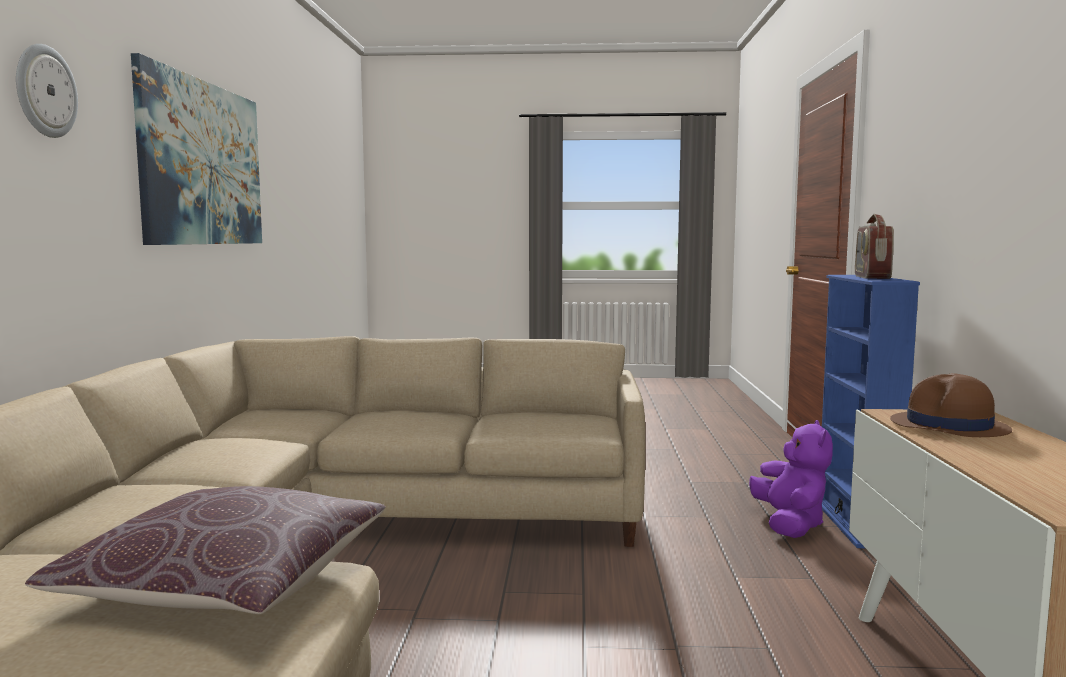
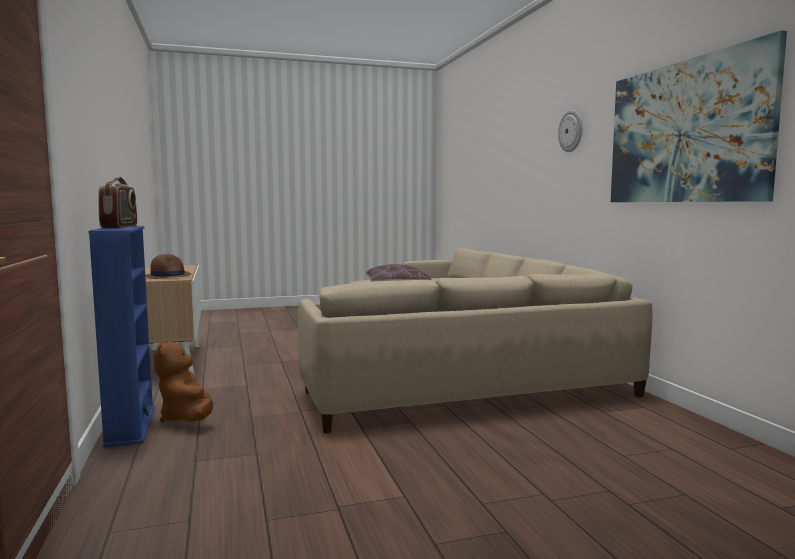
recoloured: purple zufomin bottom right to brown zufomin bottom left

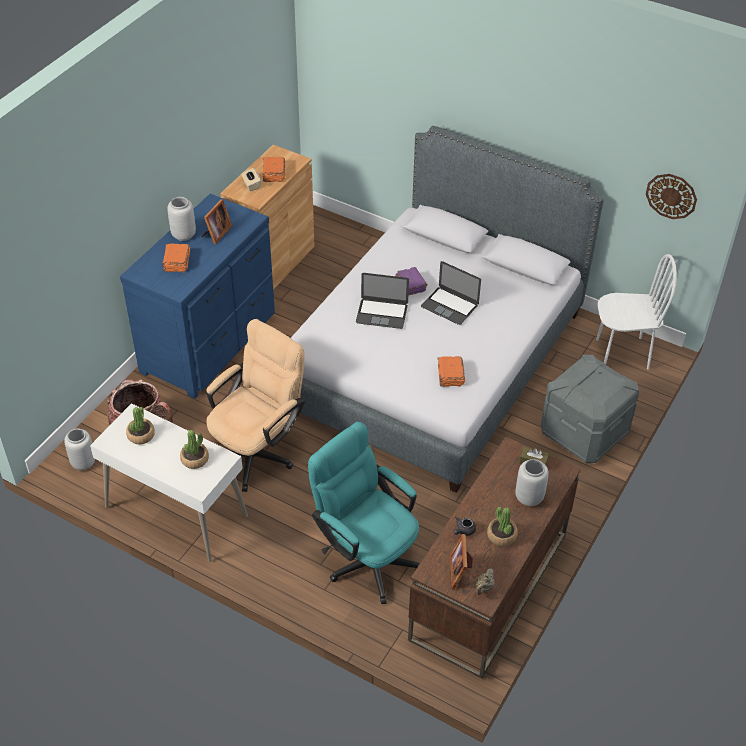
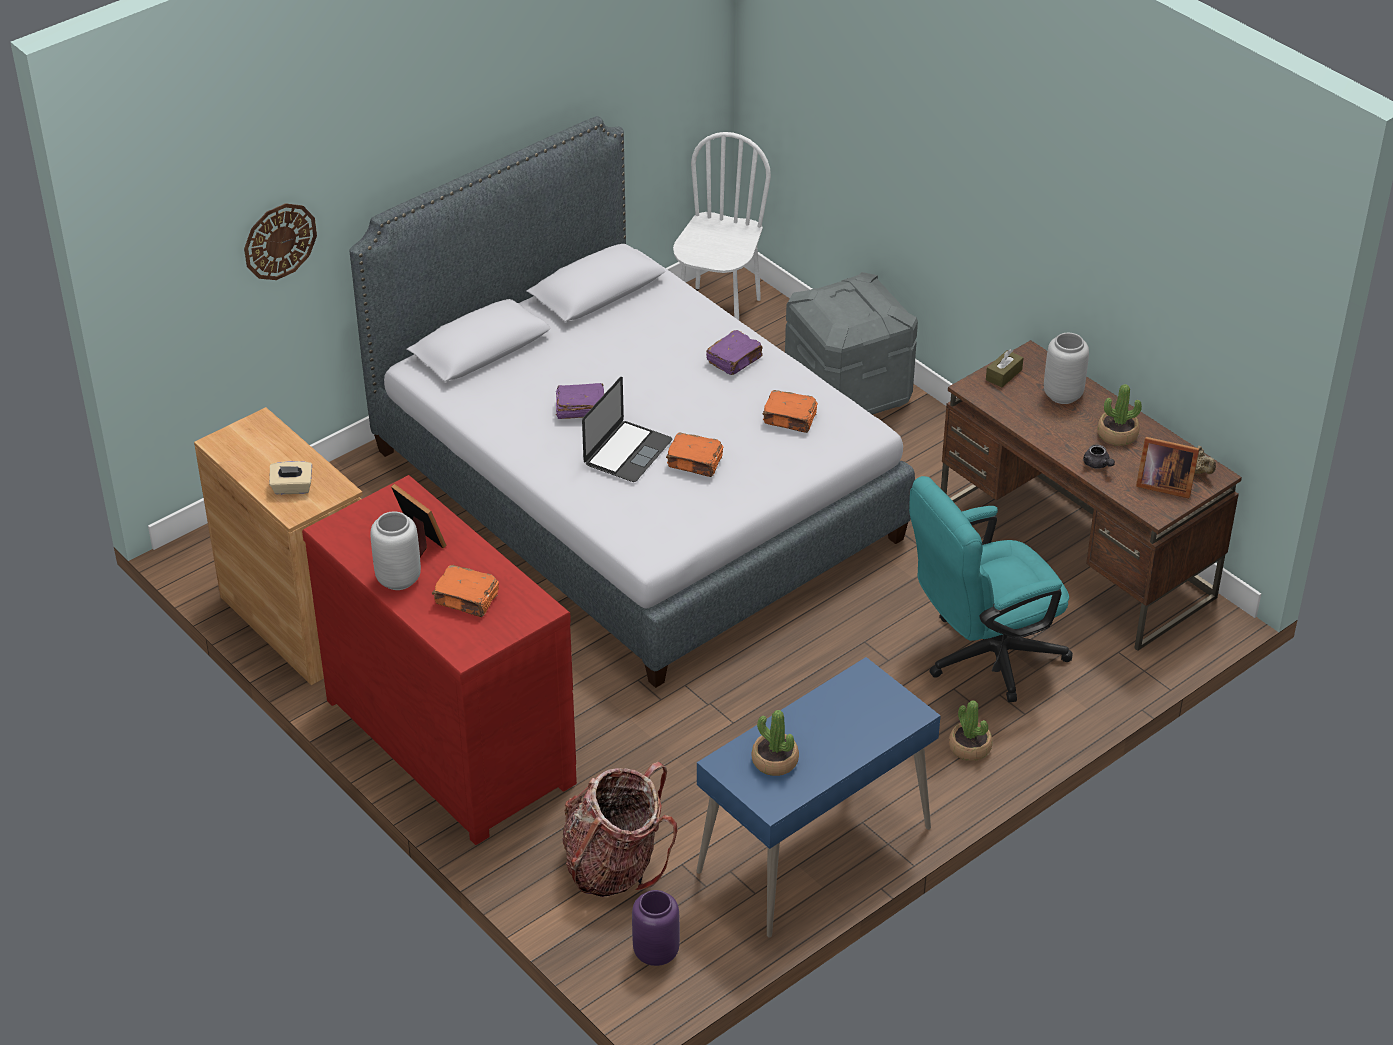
removed: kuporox (2nd from left) centre; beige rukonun centre
added: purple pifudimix (2nd from left) centre
moved: orange pifudimix (2nd from left) top centre to centre; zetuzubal top right to top left; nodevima (2nd from left) middle left to bottom right
recoloured: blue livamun middle left to red livamun middle left; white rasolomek middle left to blue rasolomek bottom centre; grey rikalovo (1st from left) middle left to purple rikalovo bottom centre

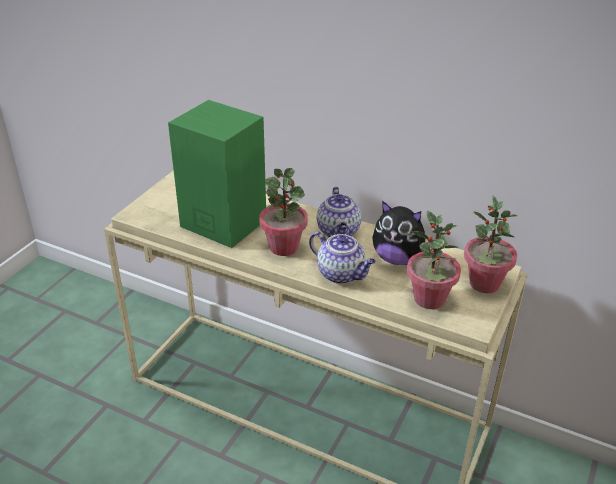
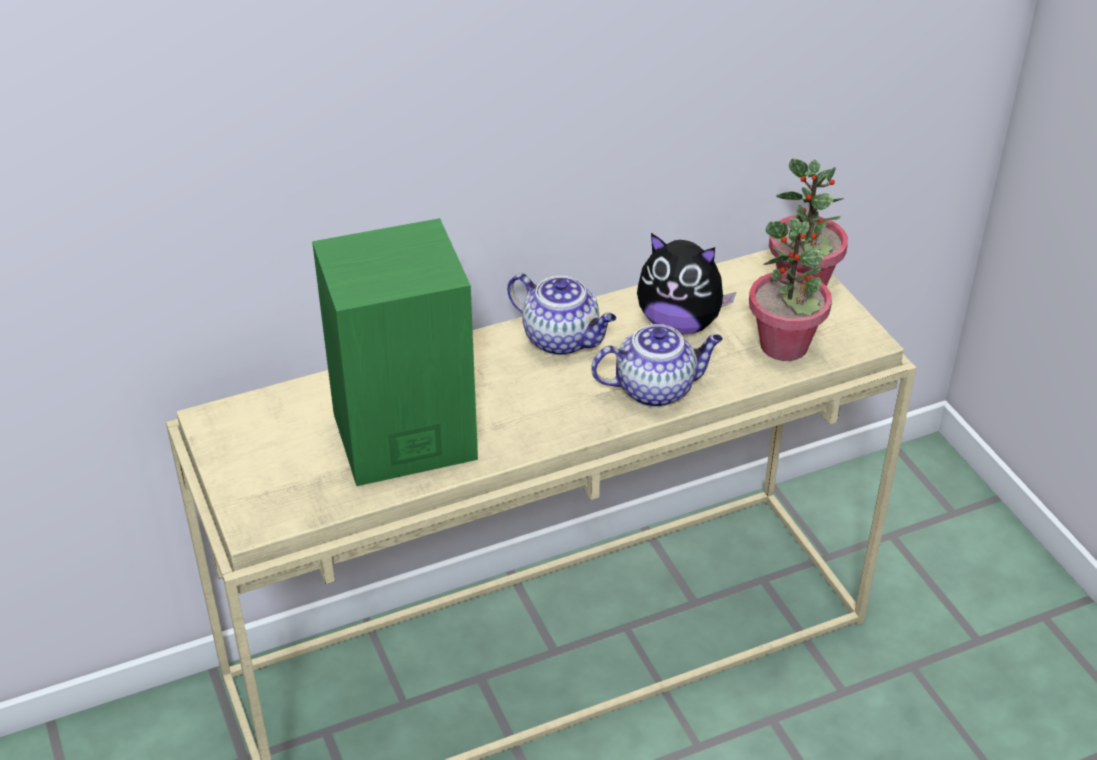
removed: nodevima (1st from left) centre
turned: zufomin centre = centre 45 degrees clockwise

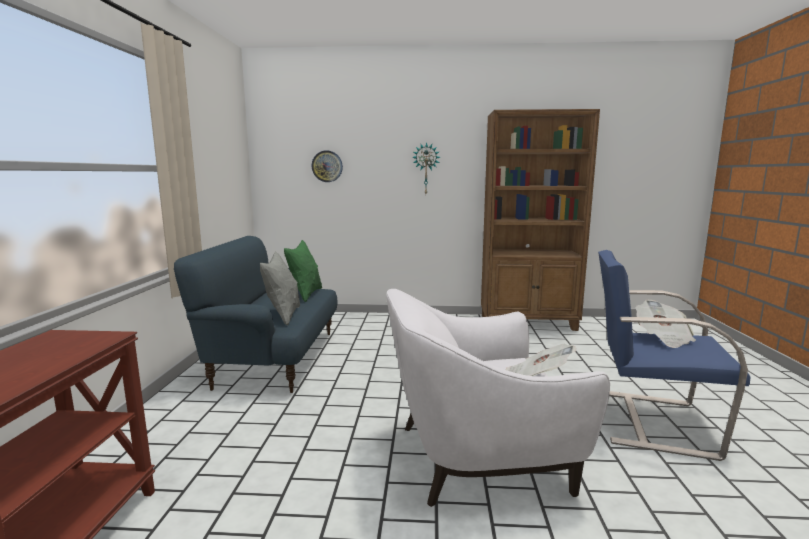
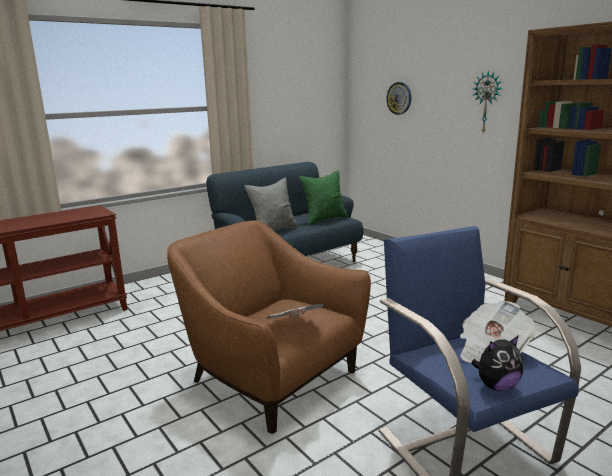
added: zufomin bottom right
recoloured: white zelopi bottom centre to brown zelopi bottom centre

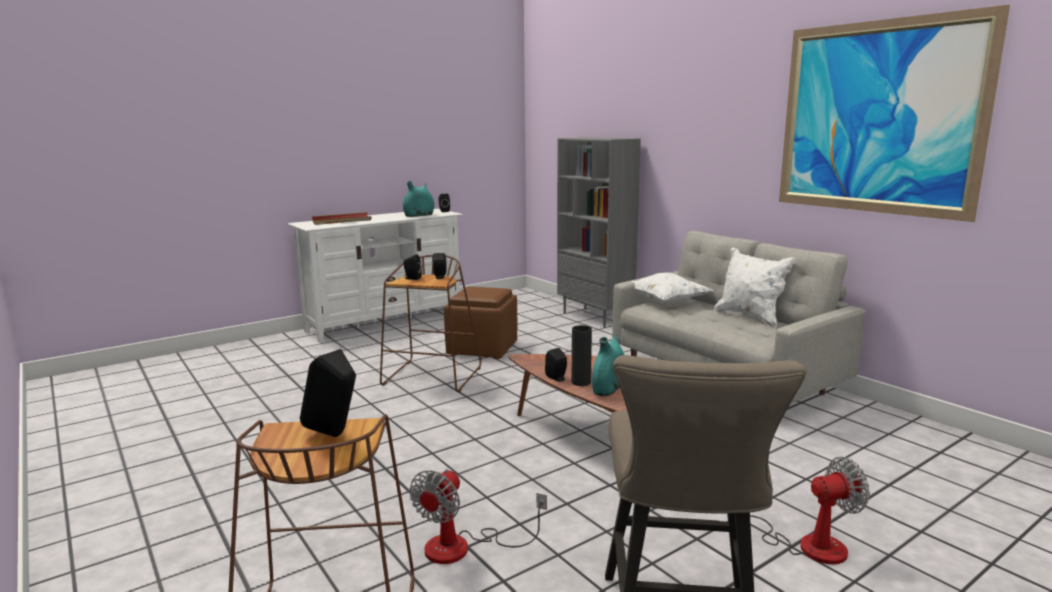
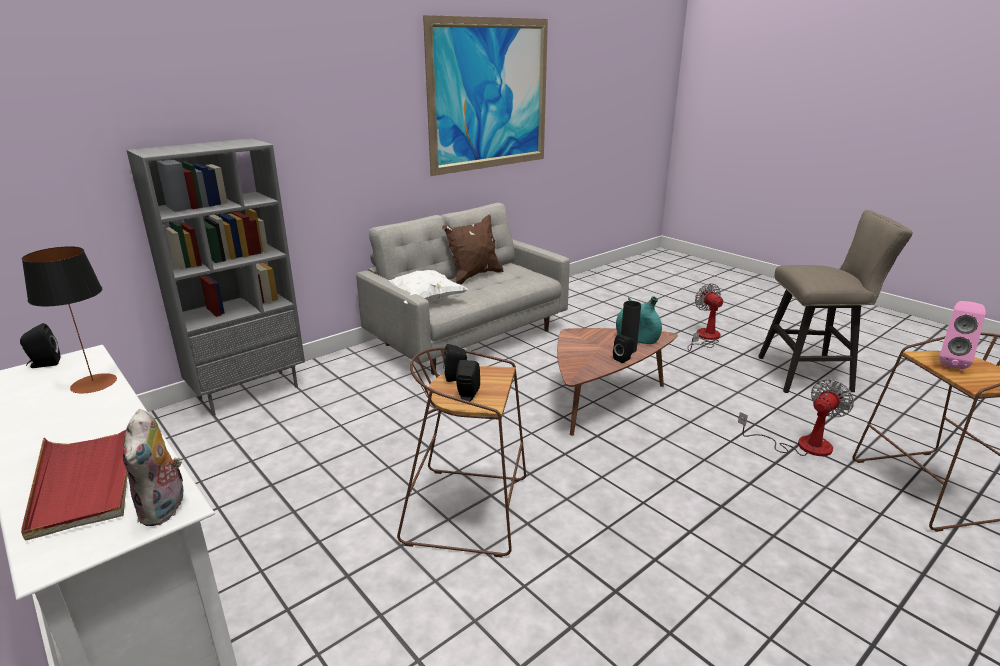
removed: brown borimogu centre
added: zufomin bottom left
replaced: turquoise rikalovo (1st from left) centre to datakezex middle left
recoloured: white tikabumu (2nd from left) middle right to brown tikabumu centre; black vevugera (1st from left) middle left to pink vevugera middle right
turned: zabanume (1st from left in the first image) bottom centre = middle right 60 degrees counterclockwise

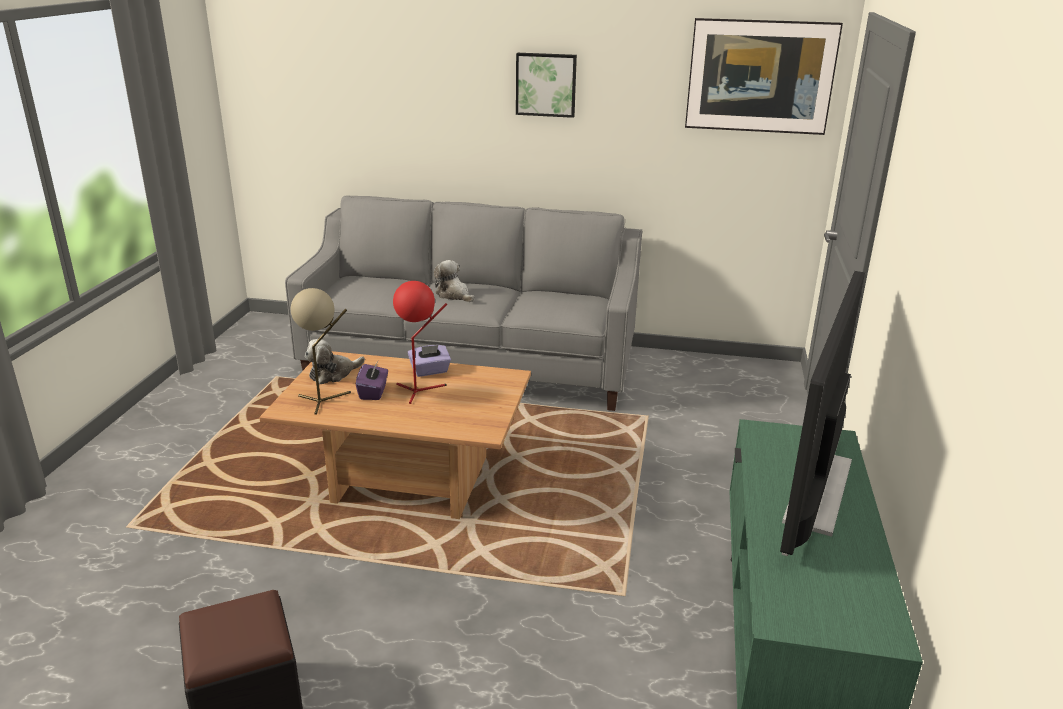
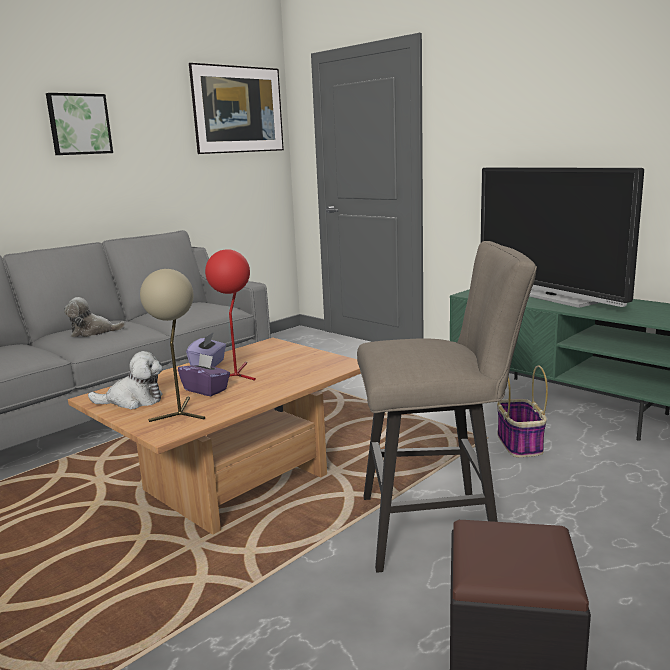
added: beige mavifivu middle right; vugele middle right
turned: zufomin (1st from left in the first image) middle left = middle left 90 degrees counterclockwise

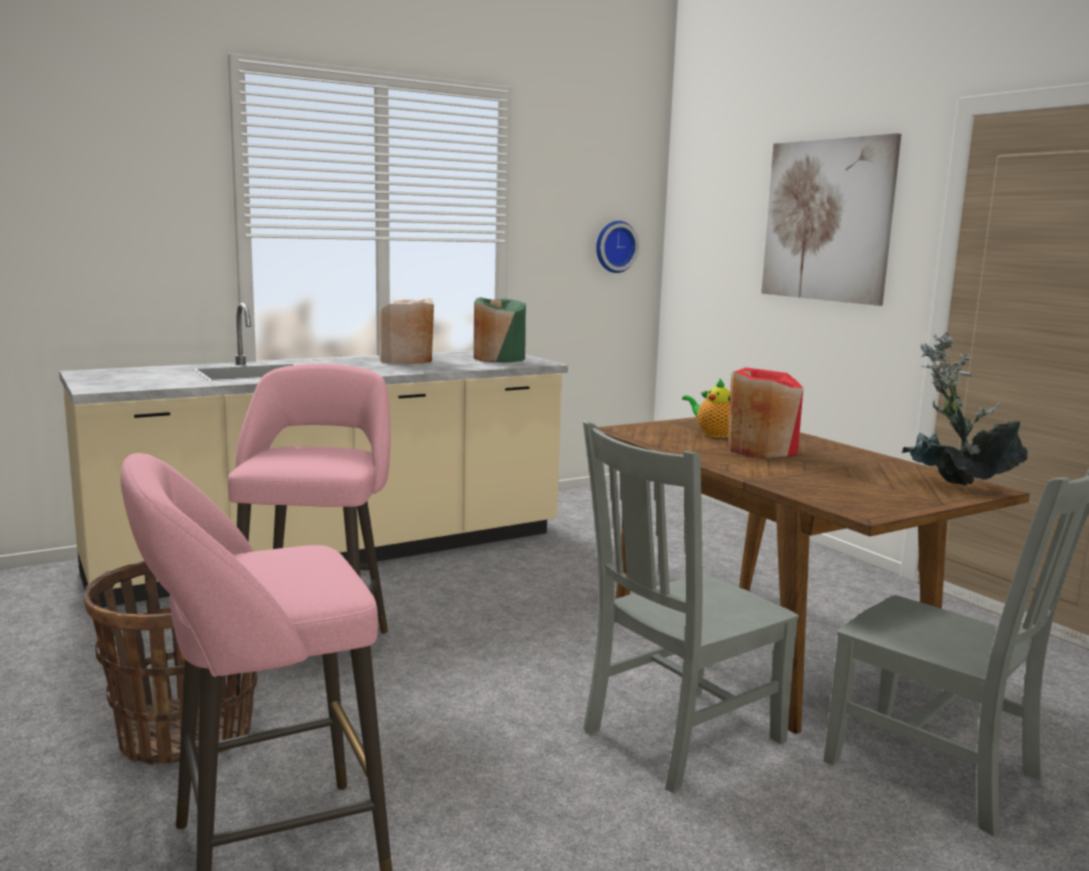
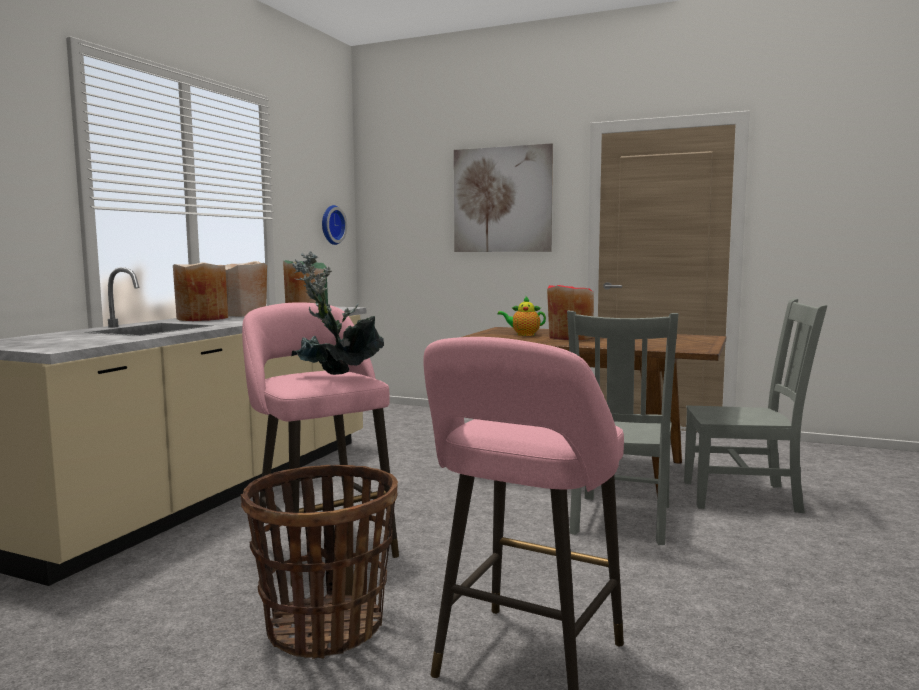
added: beige rikalovo (1st from left) middle left
moved: nodevima middle right to centre

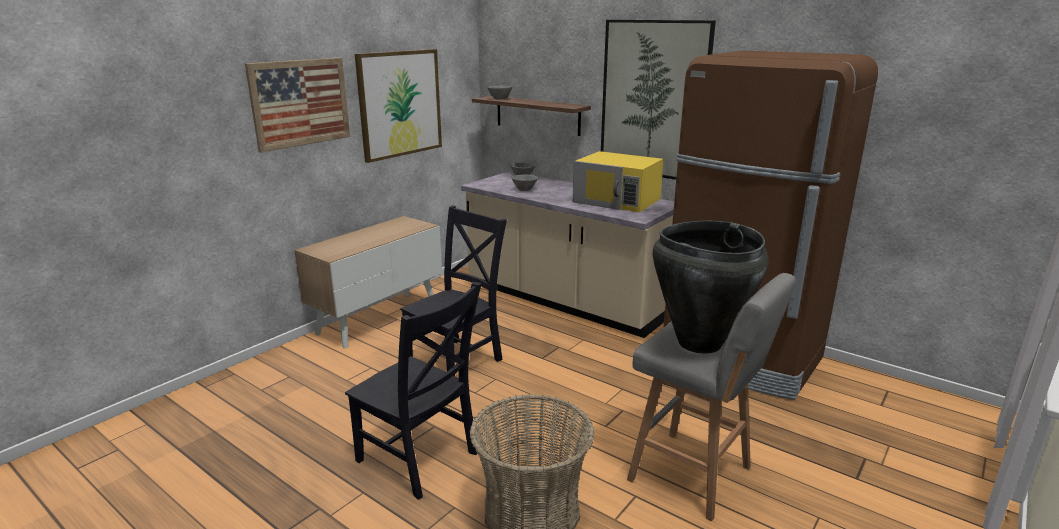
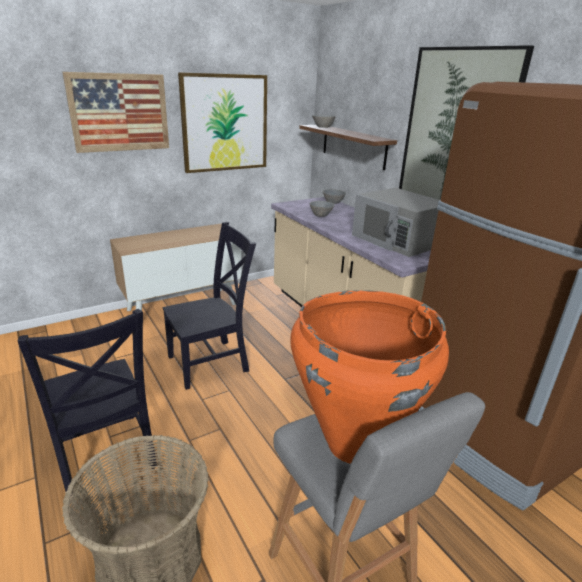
recoloured: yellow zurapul centre to grey zurapul middle right; black rikalovo middle right to orange rikalovo centre

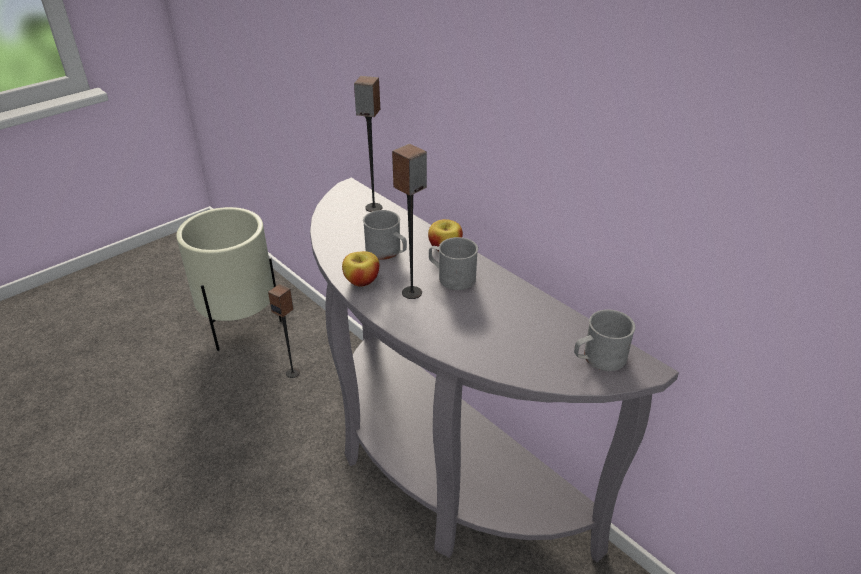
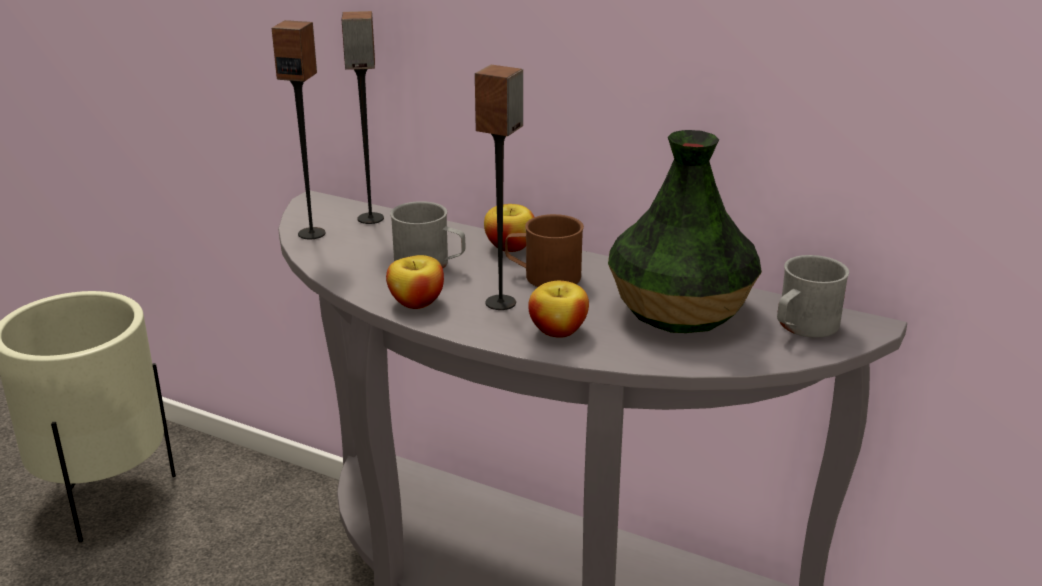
added: rikalovo centre; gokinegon (3rd from left) centre
moved: vevugera (1st from left) middle left to top left
recoloured: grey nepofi (2nd from left) centre to brown nepofi centre

